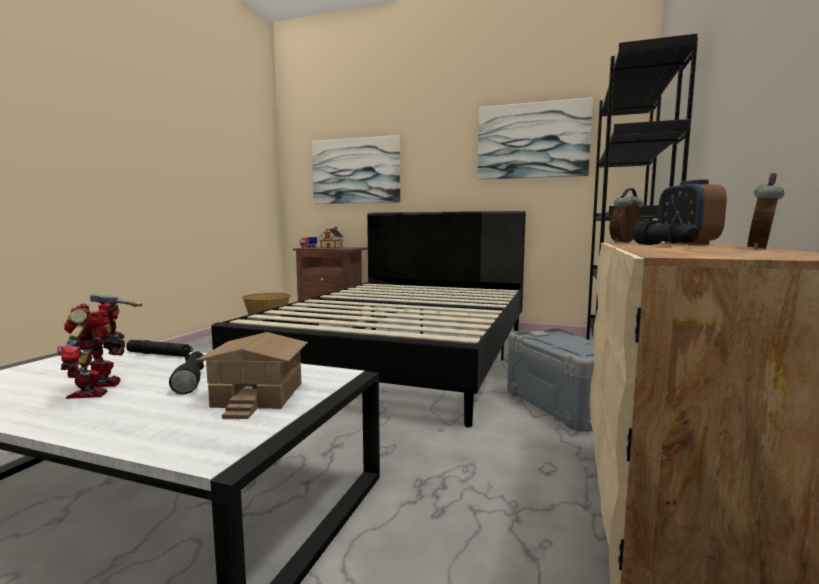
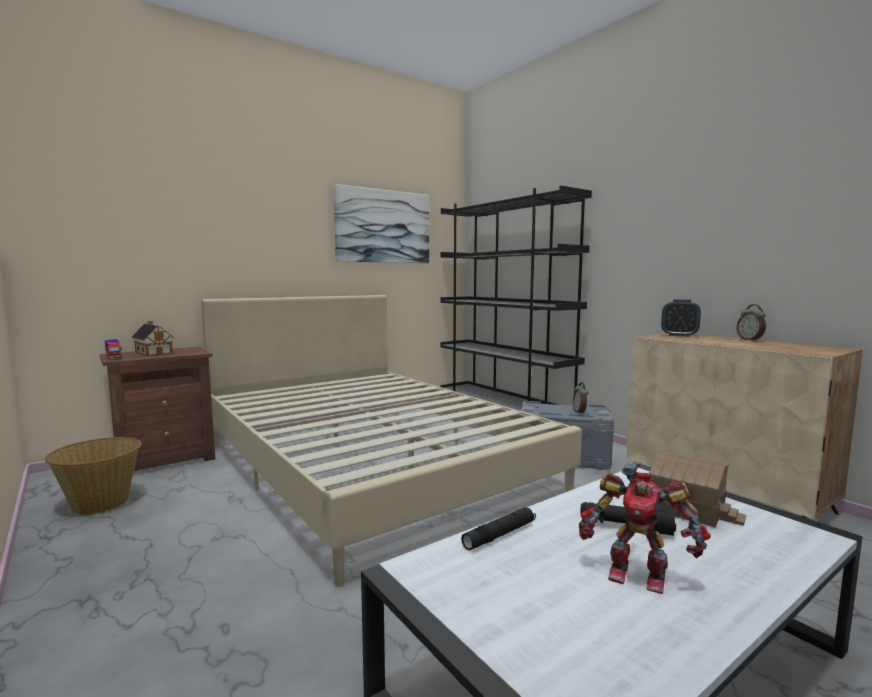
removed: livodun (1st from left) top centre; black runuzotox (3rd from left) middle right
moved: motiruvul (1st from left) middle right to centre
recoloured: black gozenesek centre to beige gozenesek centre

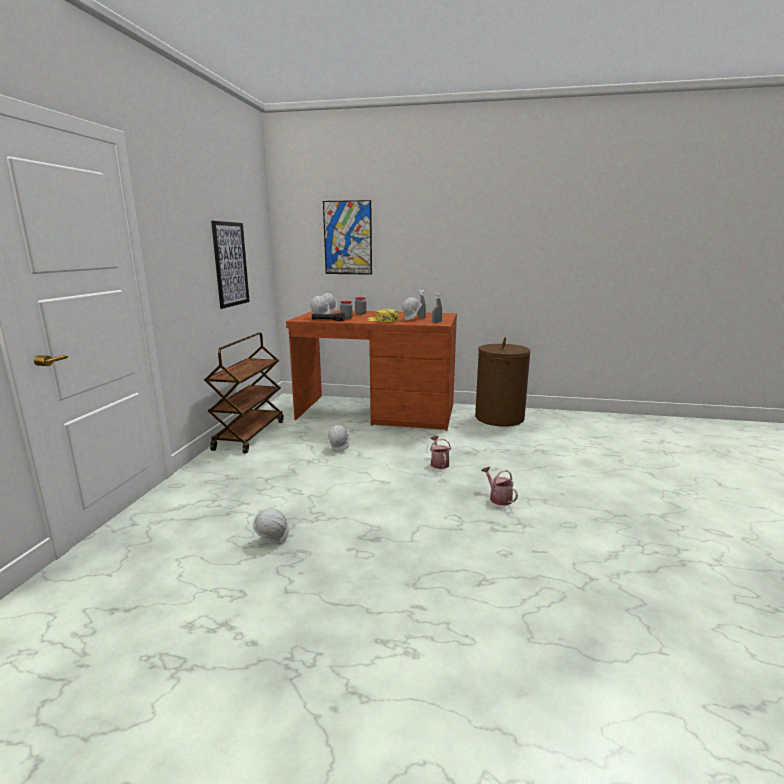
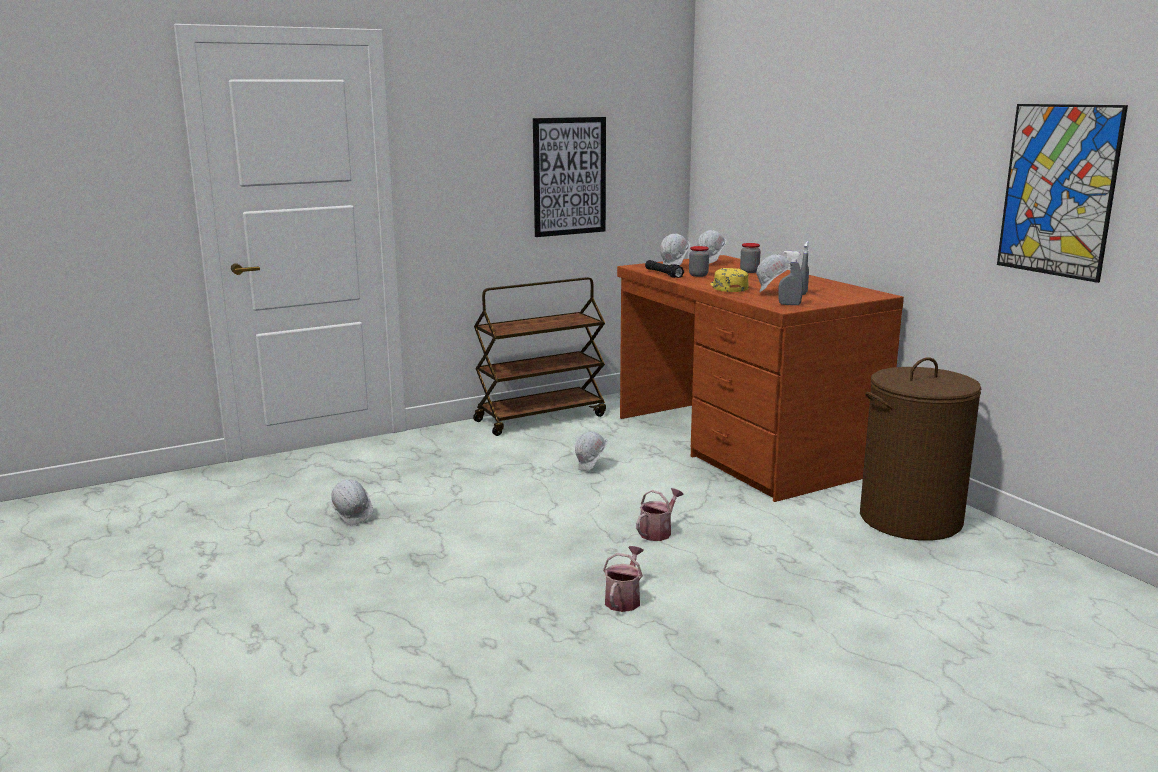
moved: livodun (2nd from left) top centre to top right

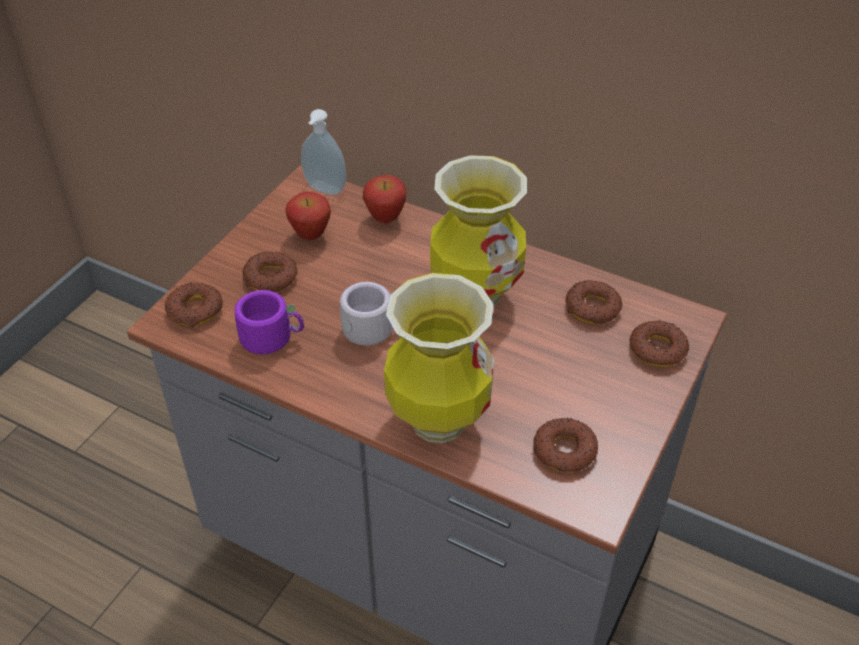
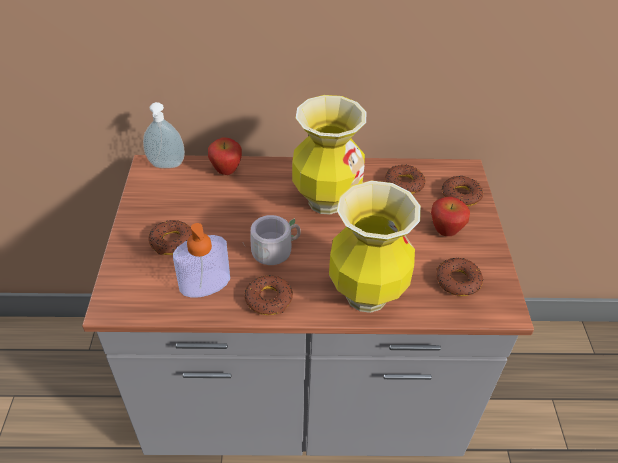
moved: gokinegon (1st from left in the first image) centre to gokinegon (2nd from left) middle right; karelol (1st from left in the first image) middle left to karelol (2nd from left) centre
replaced: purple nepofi middle left to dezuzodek (2nd from left) middle left

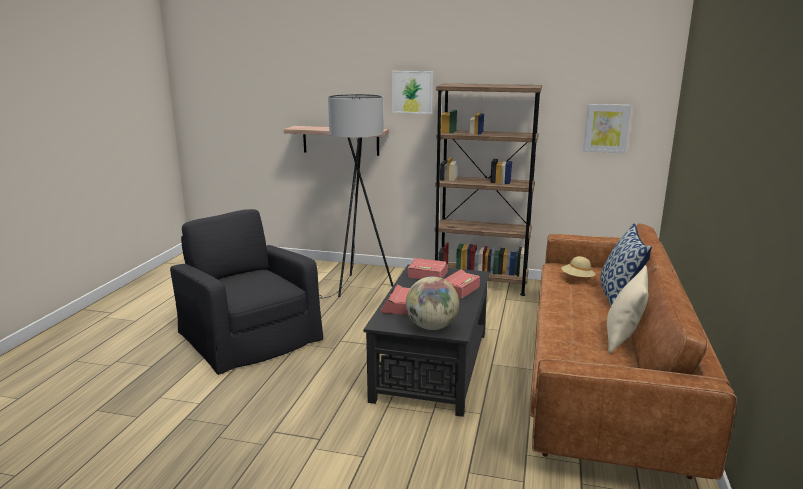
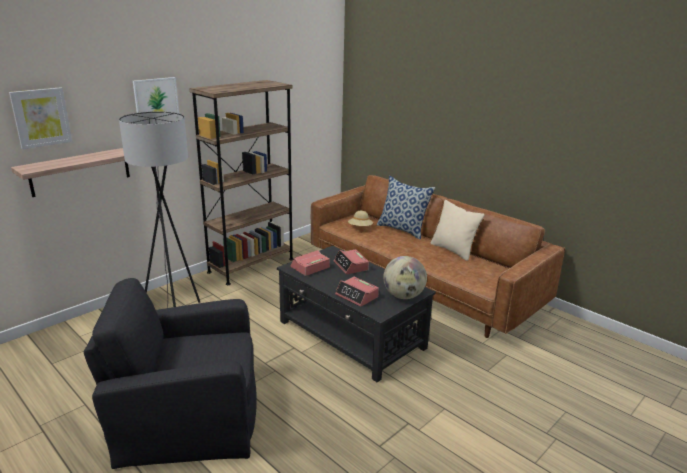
moved: livodun (2nd from left in the first image) top right to livodun (1st from left) top left

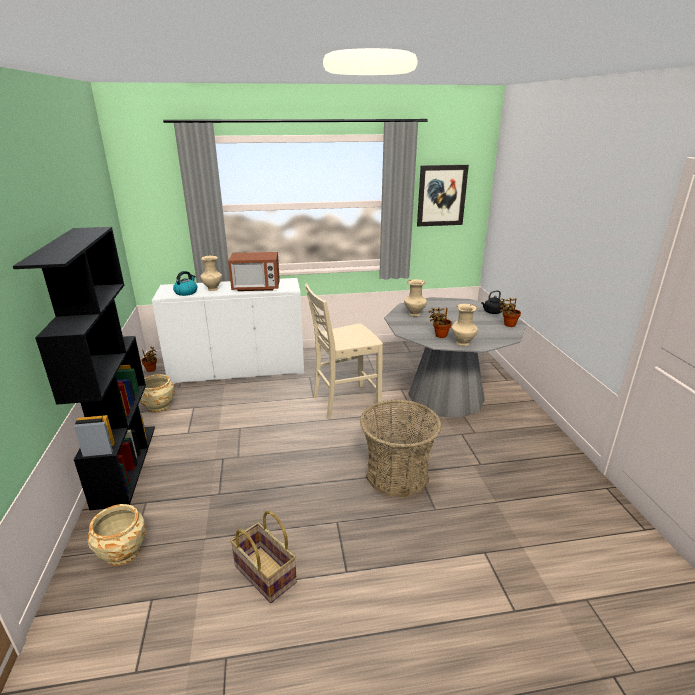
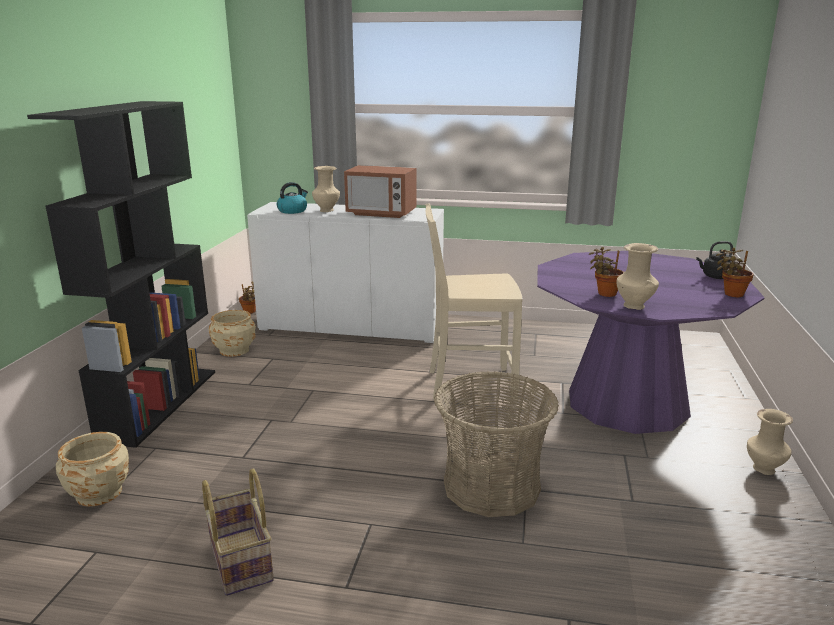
removed: livodun top centre
moved: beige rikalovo (2nd from left in the first image) centre to beige rikalovo (3rd from left) bottom right
recoloured: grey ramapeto centre to purple ramapeto middle right

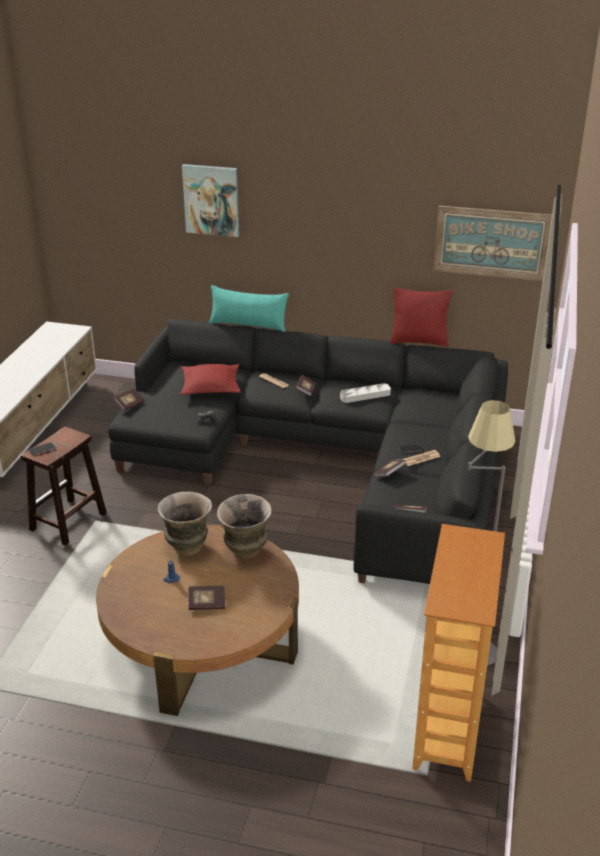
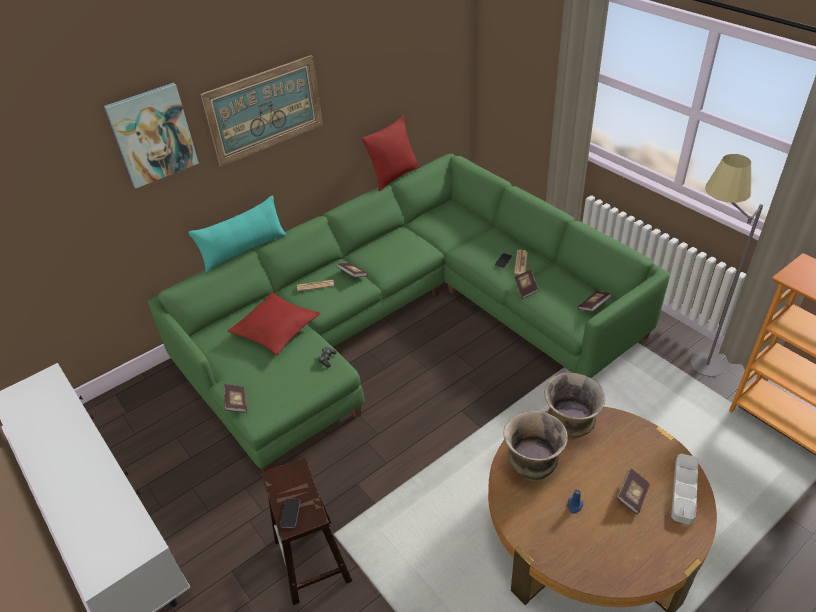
moved: livodun (2nd from left) top right to top left; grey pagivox centre to bottom right
recoloured: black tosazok centre to green tosazok centre

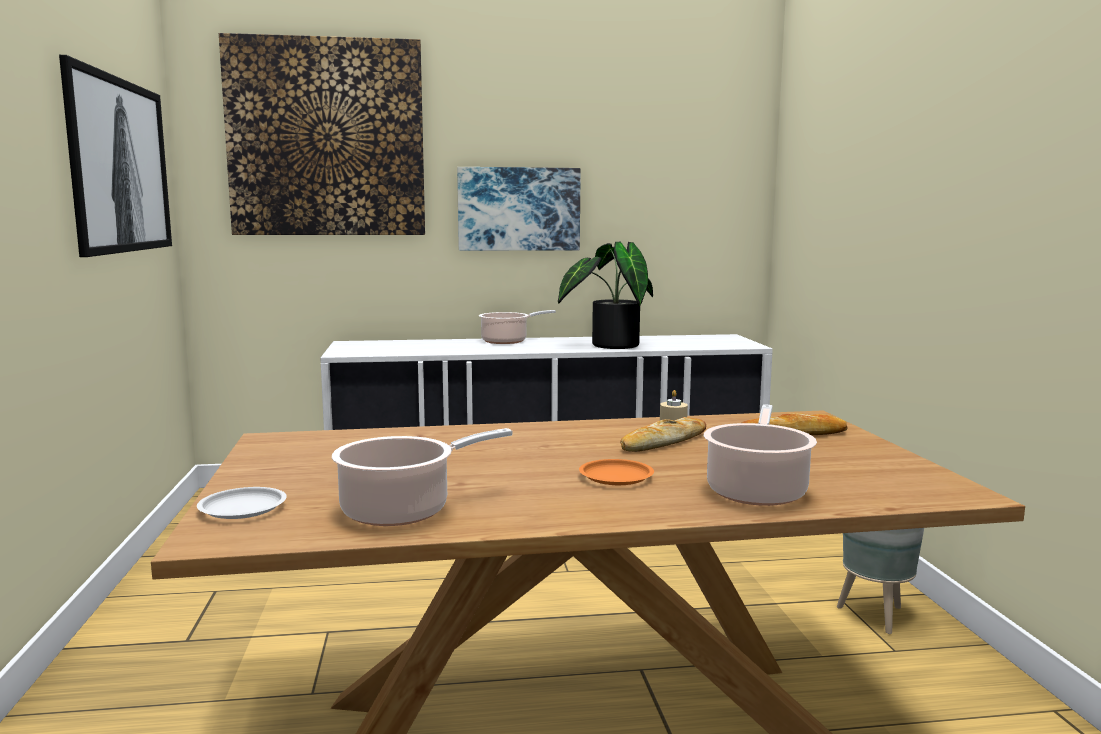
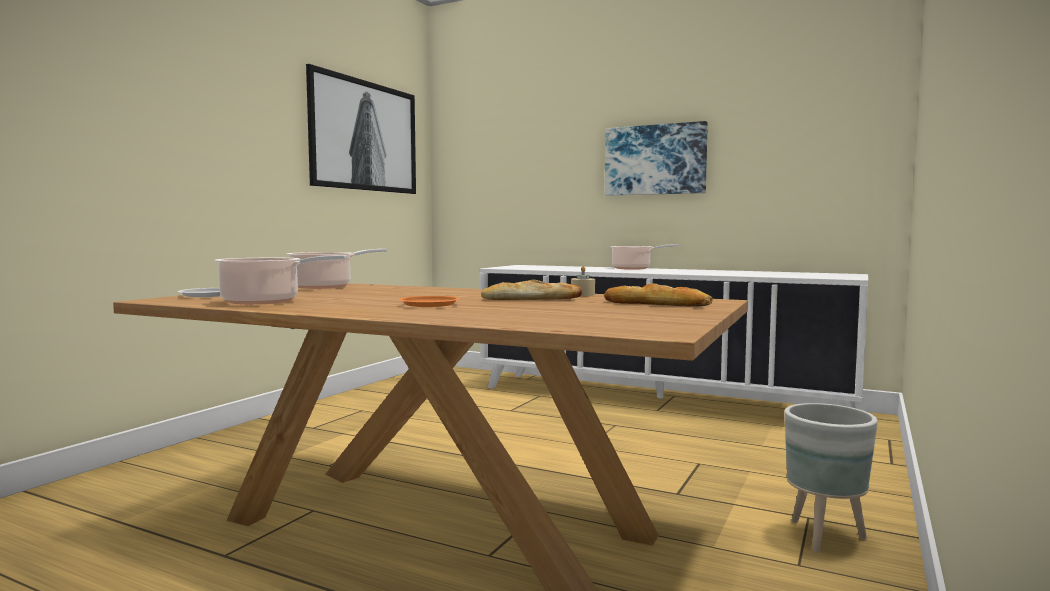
removed: livodun (2nd from left) top left; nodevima centre
moved: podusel (3rd from left in the first image) middle right to podusel (2nd from left) middle left

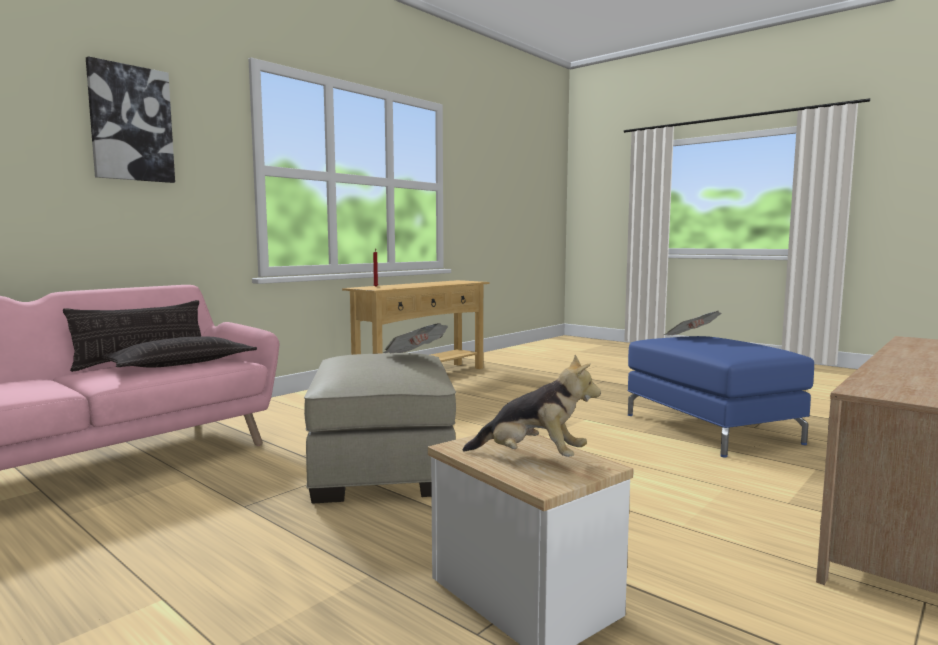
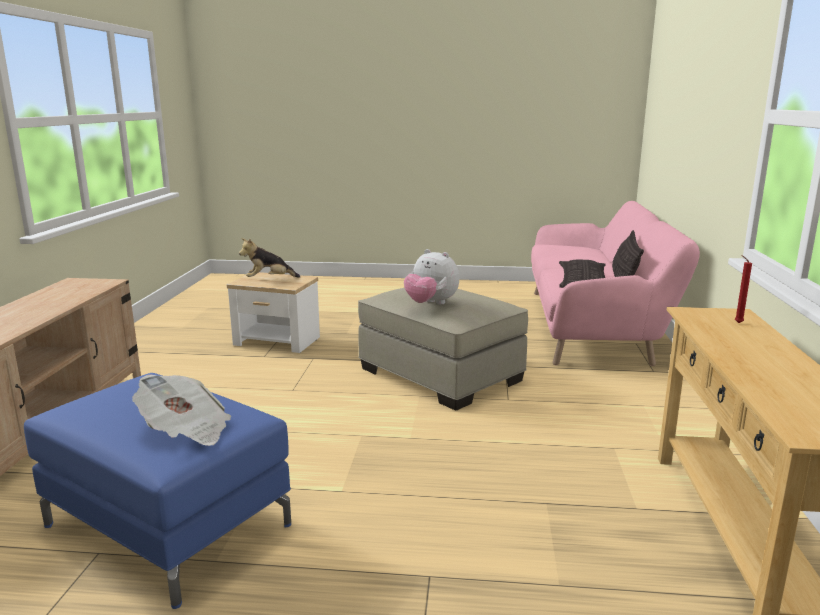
removed: livodun top left
replaced: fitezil (1st from left) centre to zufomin (2nd from left) centre

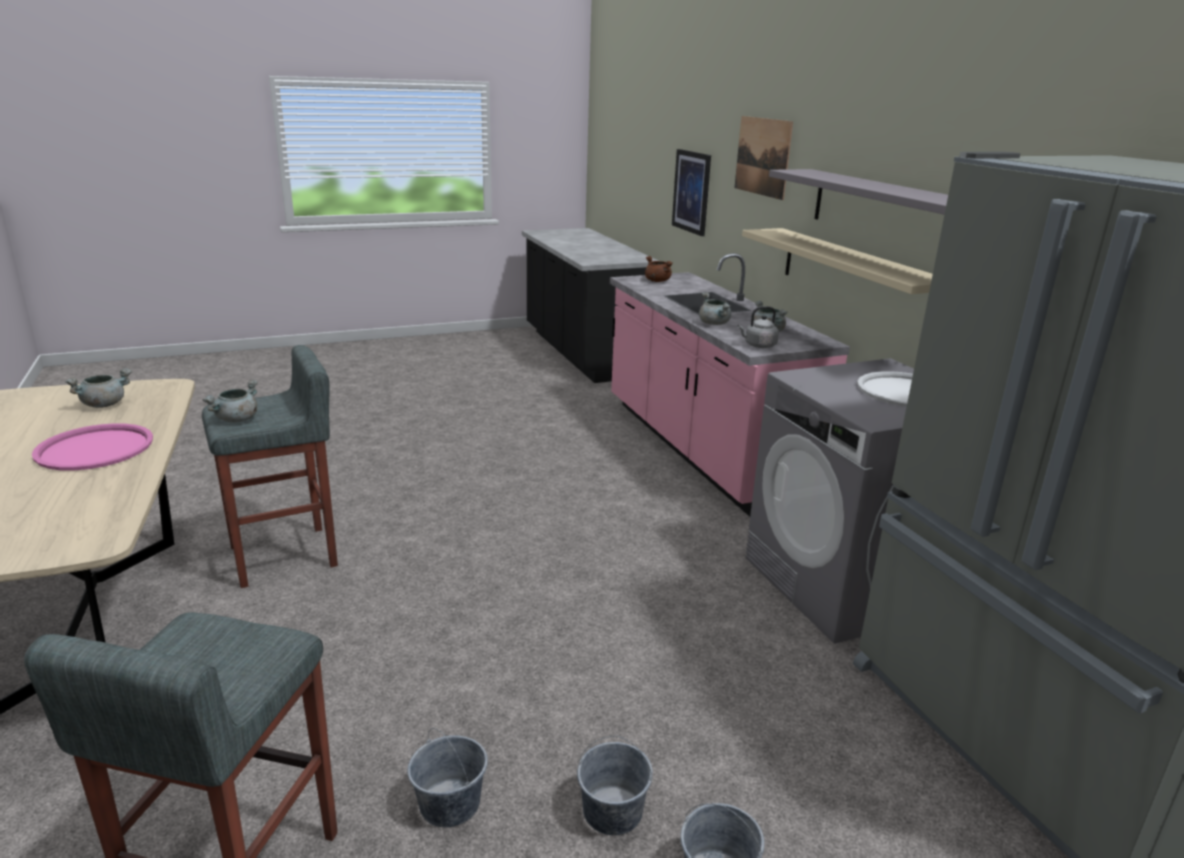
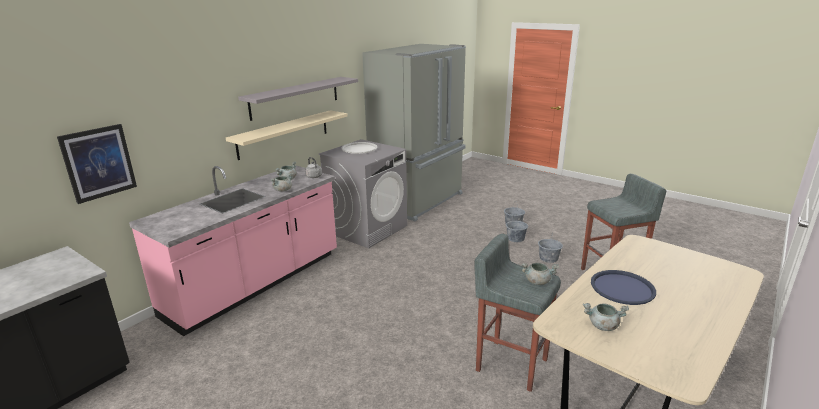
removed: livodun (2nd from left) top centre; brown podusel top centre
recoloured: pink pagivox middle left to blue pagivox bottom right

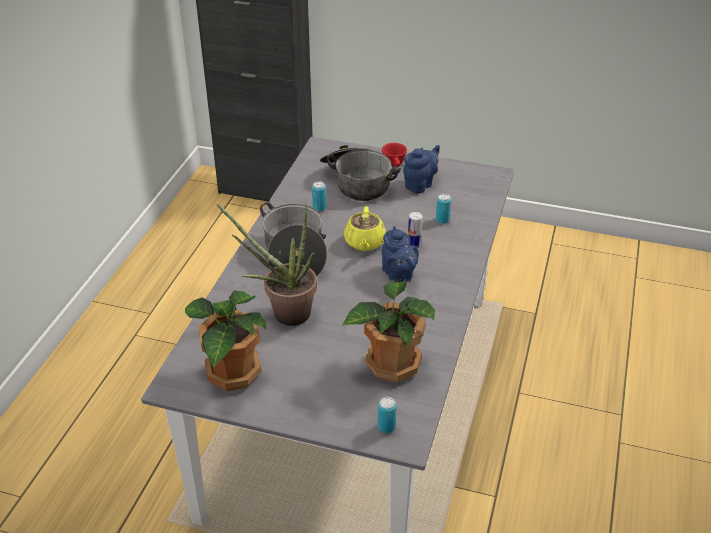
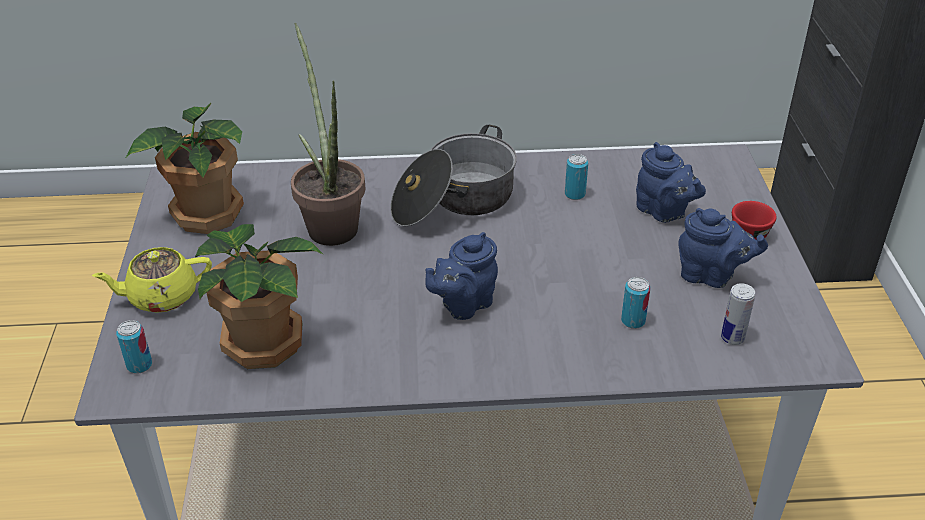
moved: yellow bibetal centre to middle left; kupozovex (3rd from left in the first image) centre to kupozovex (4th from left) middle right
replaced: podusel (2nd from left) top centre to blue bibetal (2nd from left) middle right

